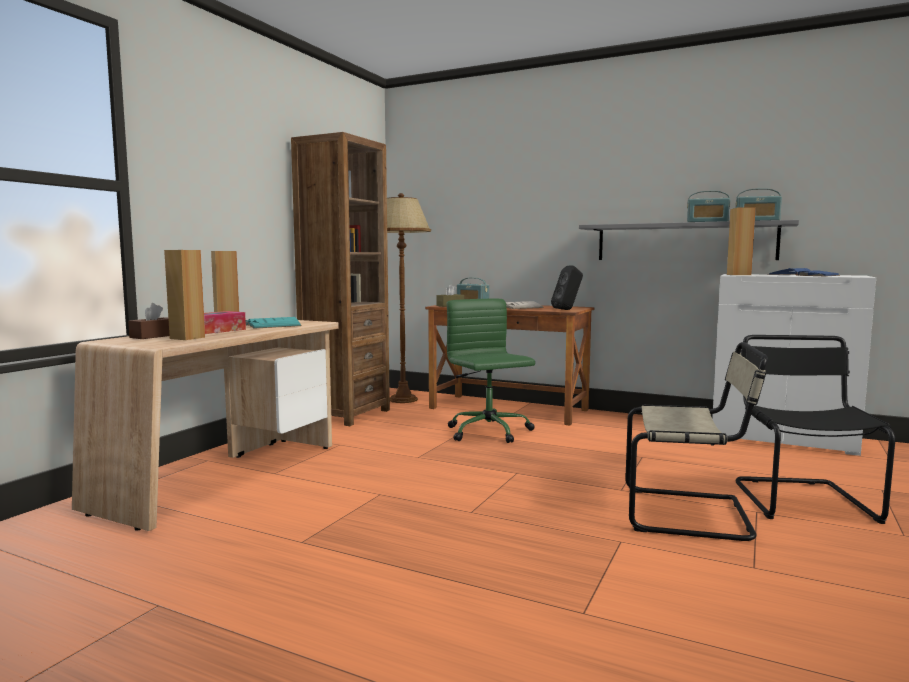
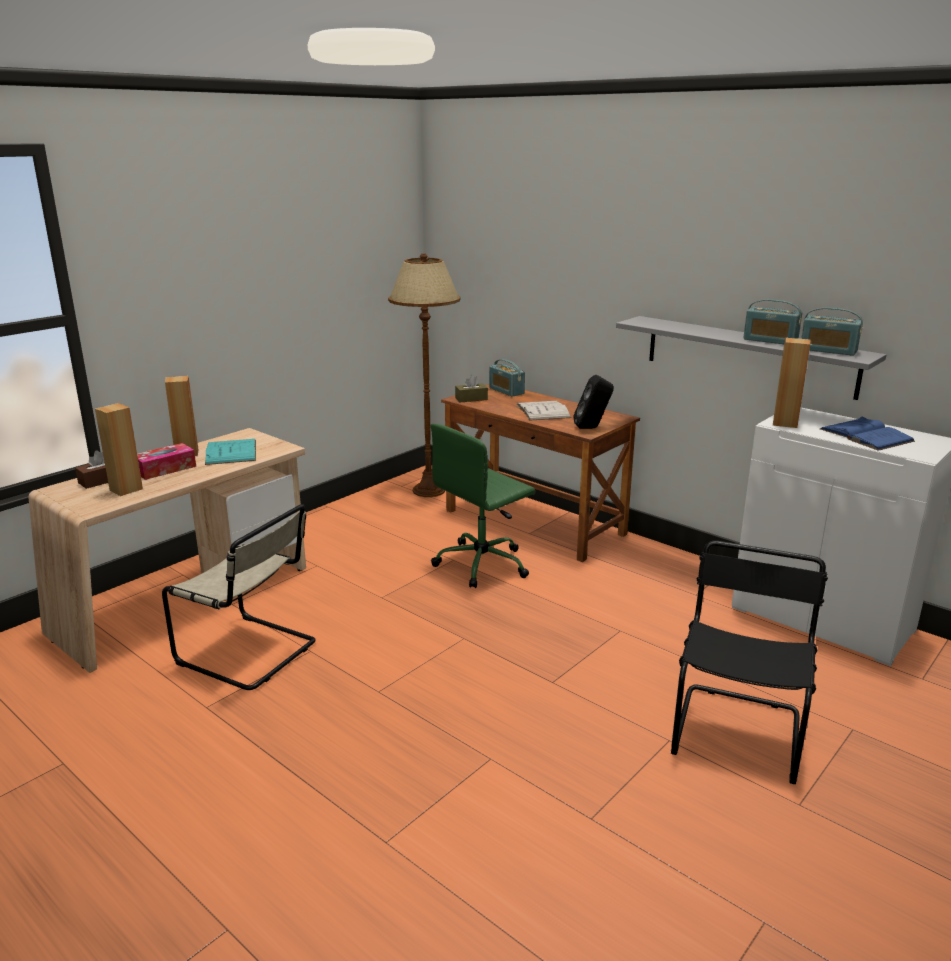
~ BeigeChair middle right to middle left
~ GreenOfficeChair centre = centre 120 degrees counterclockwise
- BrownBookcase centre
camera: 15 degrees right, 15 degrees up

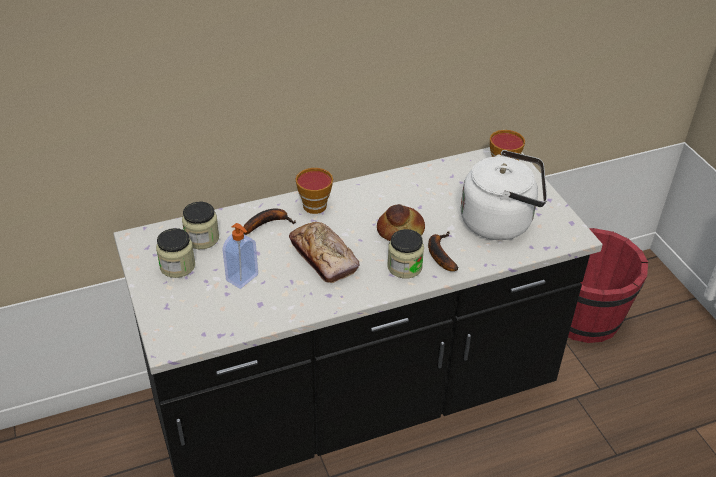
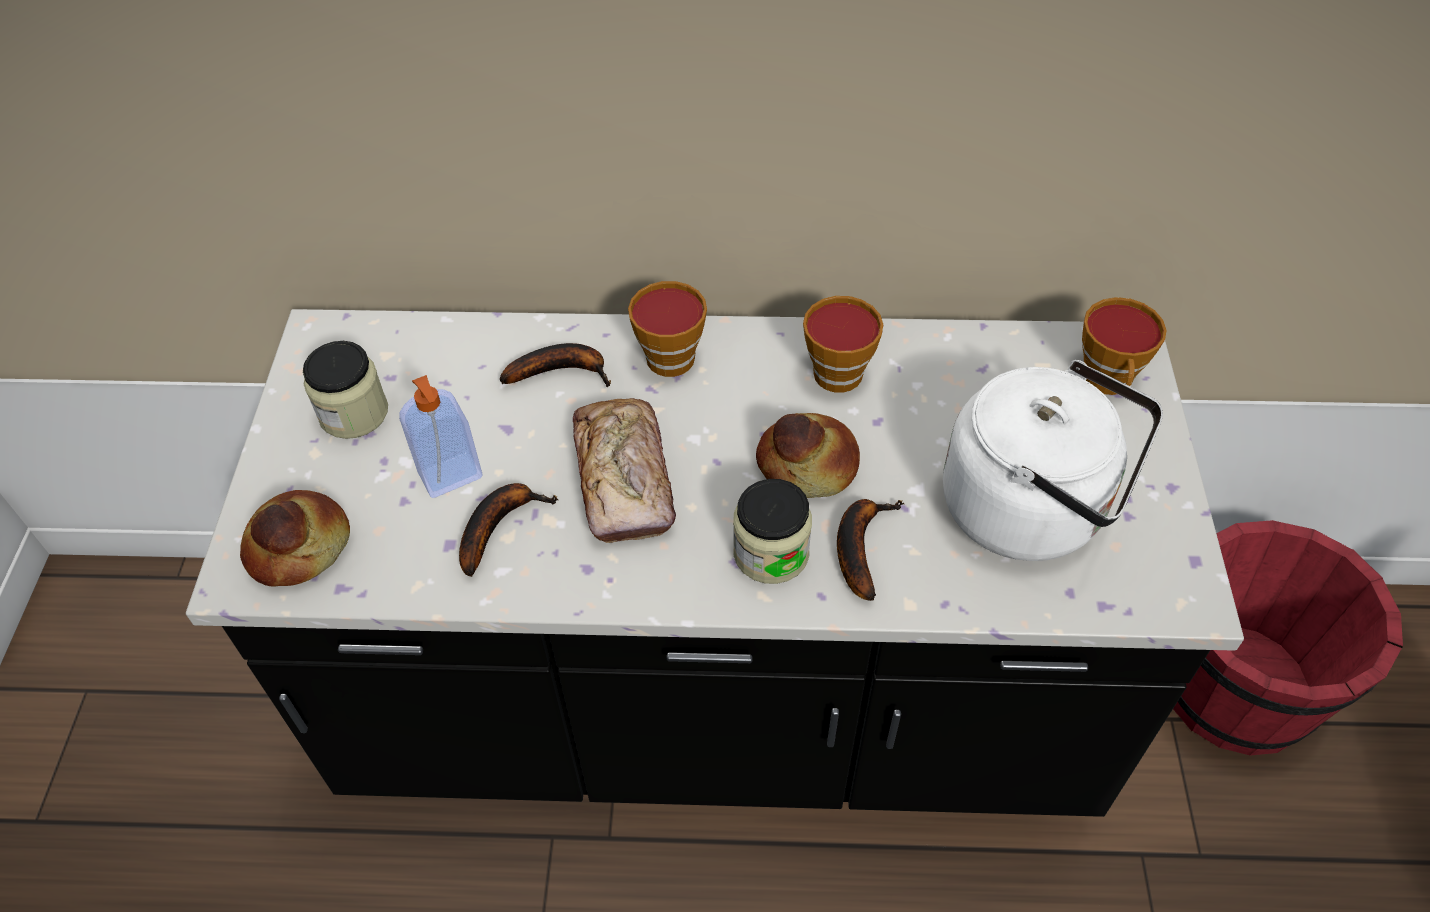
+ Bread (no. 1 from left) middle left
+ Banana (no. 1 from left) centre
+ Cup (no. 2 from left) centre
- Jar (no. 2 from left) middle left
camera: 25 degrees right, 10 degrees up

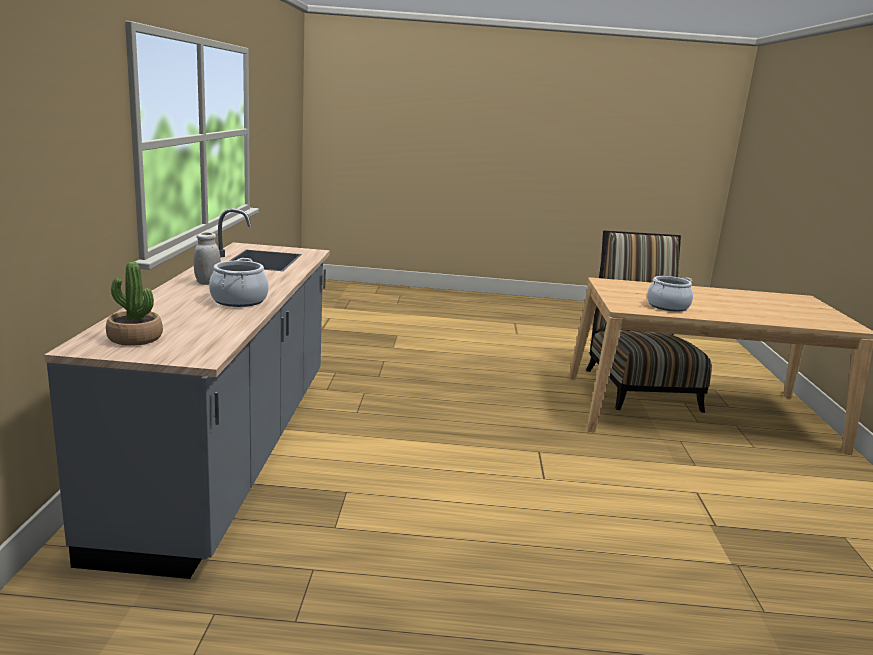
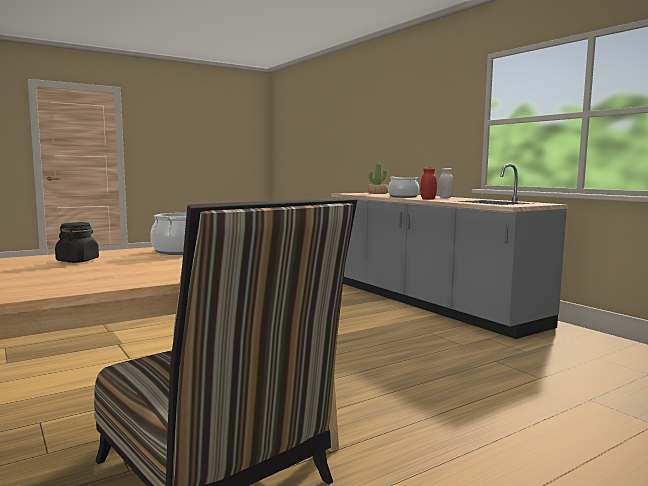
+ BlackJar middle left
+ RedJar centre
camera: 145 degrees right, 10 degrees down

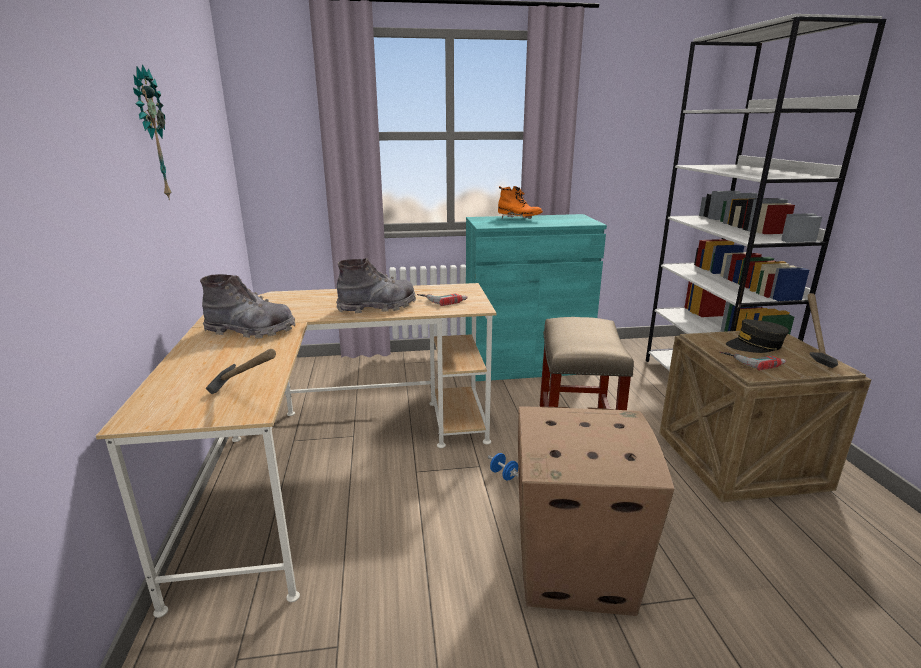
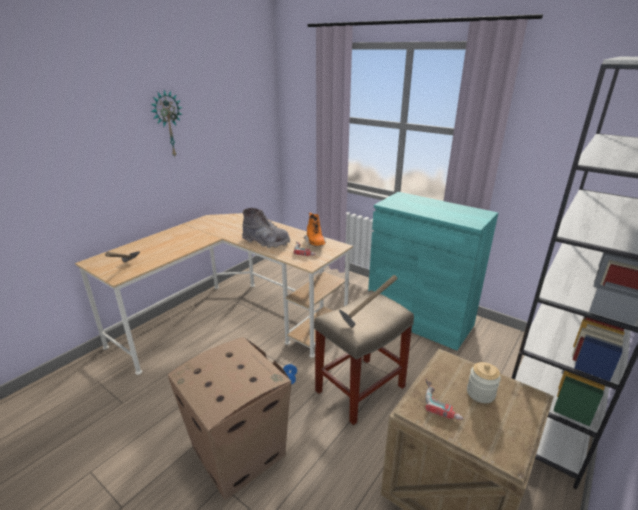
~ OrangeBoot top centre to centre
~ Hammer (no. 2 from left) middle right to centre
~ GreyCap middle right to Jar bottom right
- GreyBoot (no. 1 from left) middle left
camera: 45 degrees right, 5 degrees up

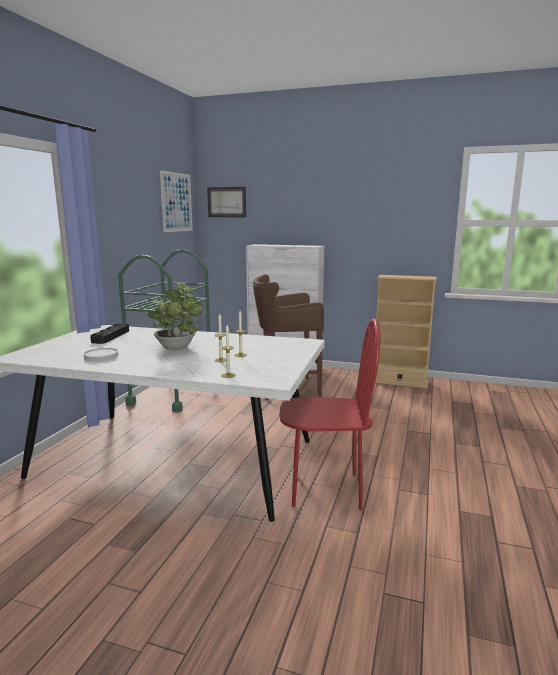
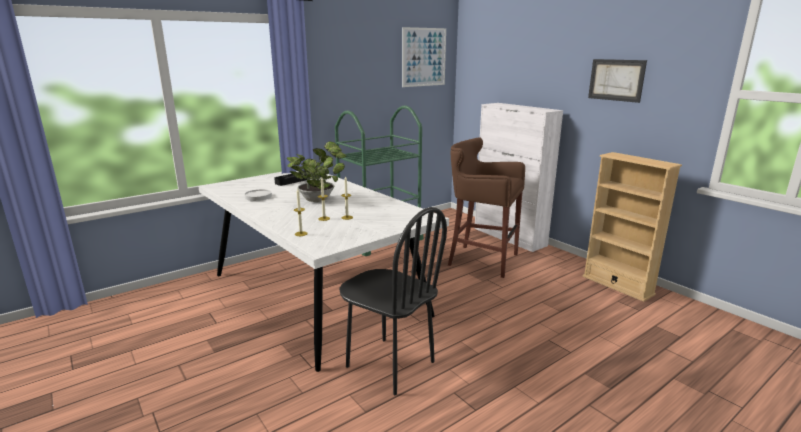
~ RedChair centre to BlackChair bottom centre
~ Picture (no. 2 from left) top centre to top right
camera: 35 degrees right, 5 degrees up

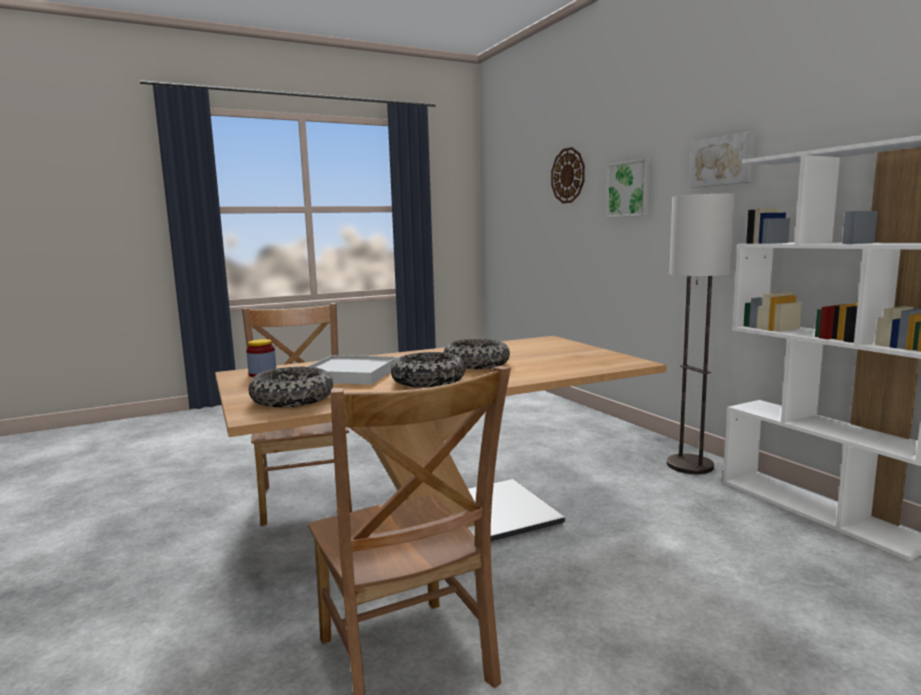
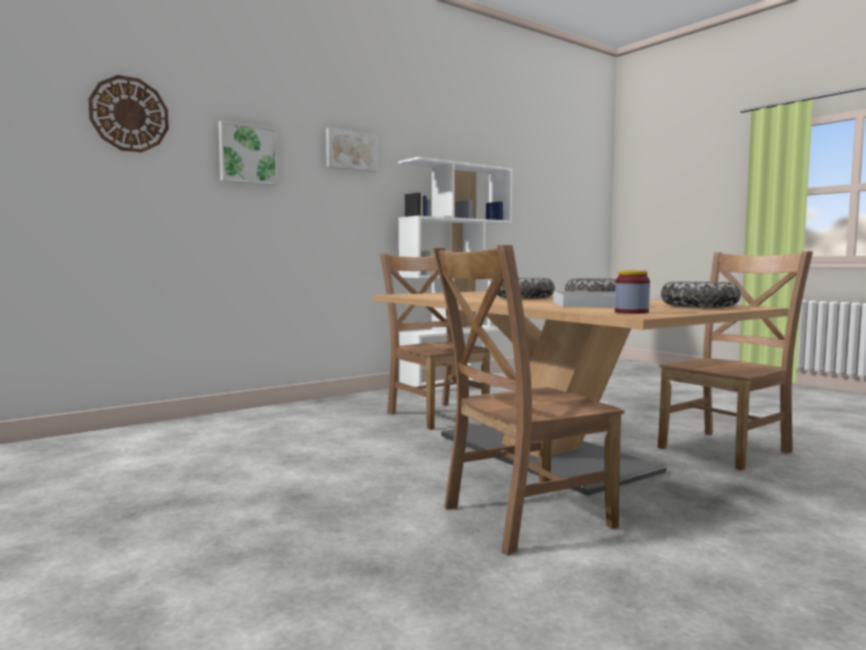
+ BrownChair (no. 1 from left) centre
- FloorLamp middle right
camera: 100 degrees left, 5 degrees down

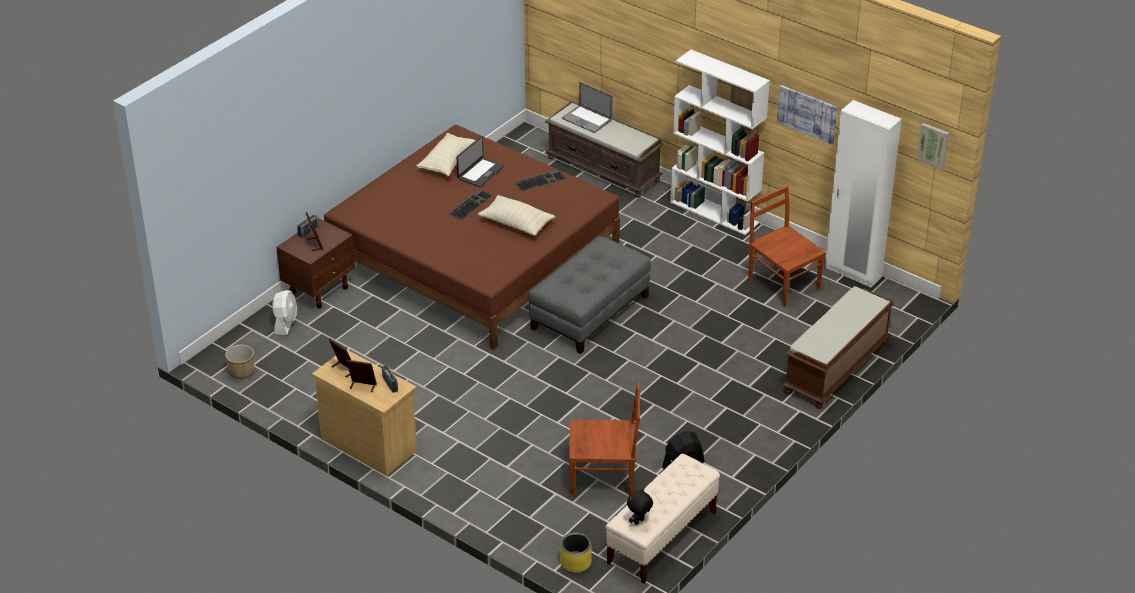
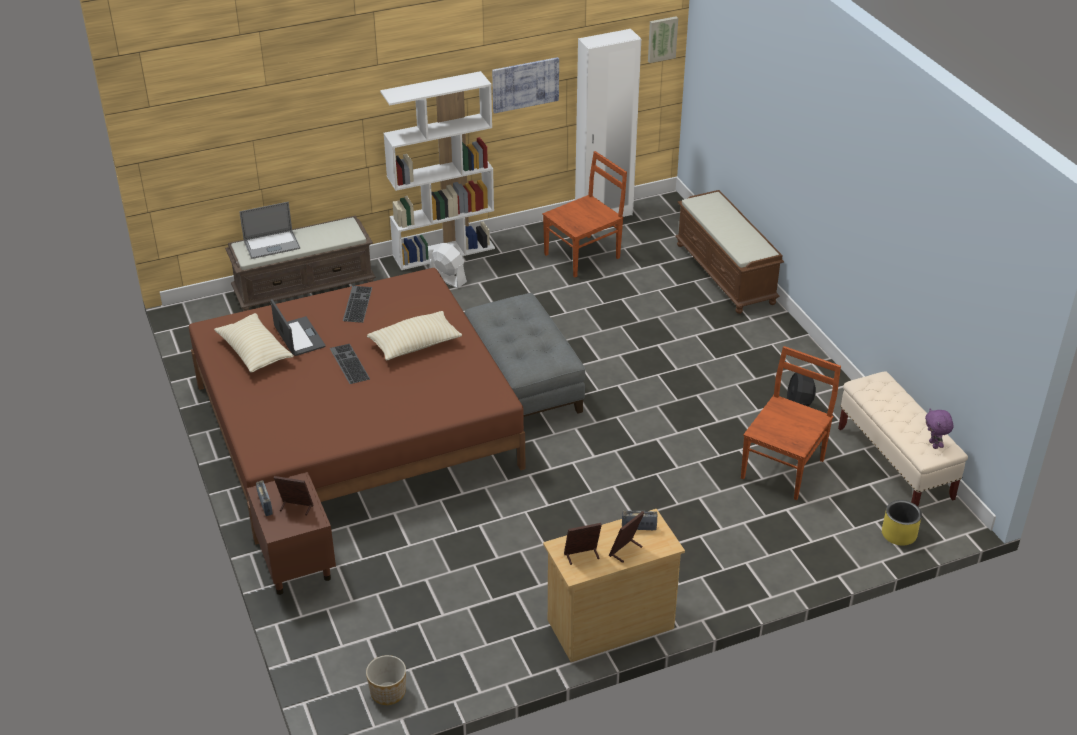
~ WhiteFan middle left to centre
~ BrownChair (no. 2 from left in the first image) middle right = top centre 150 degrees clockwise
~ BlackPlushToy bottom centre to PurplePlushToy middle right
camera: 60 degrees left, 0 degrees up

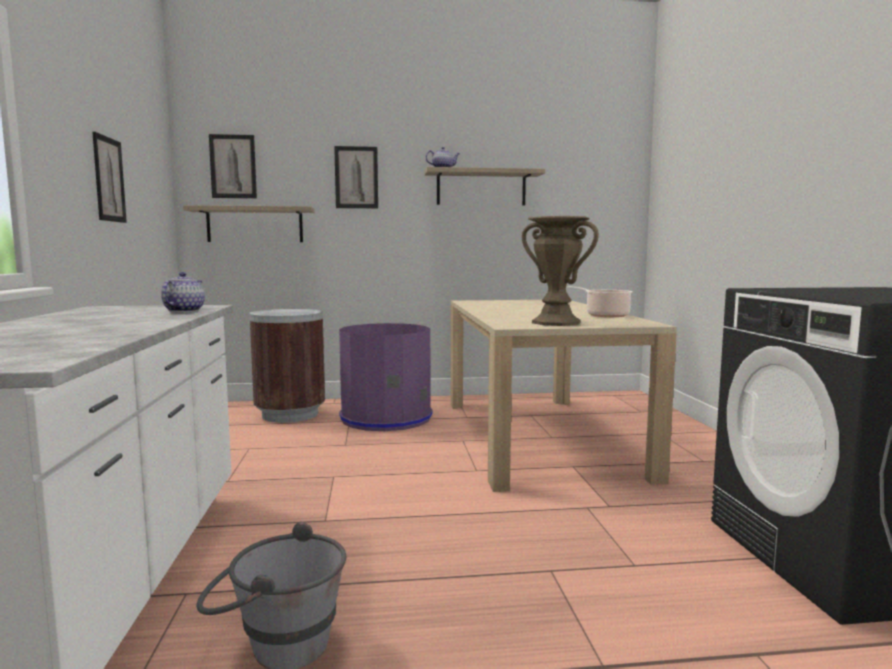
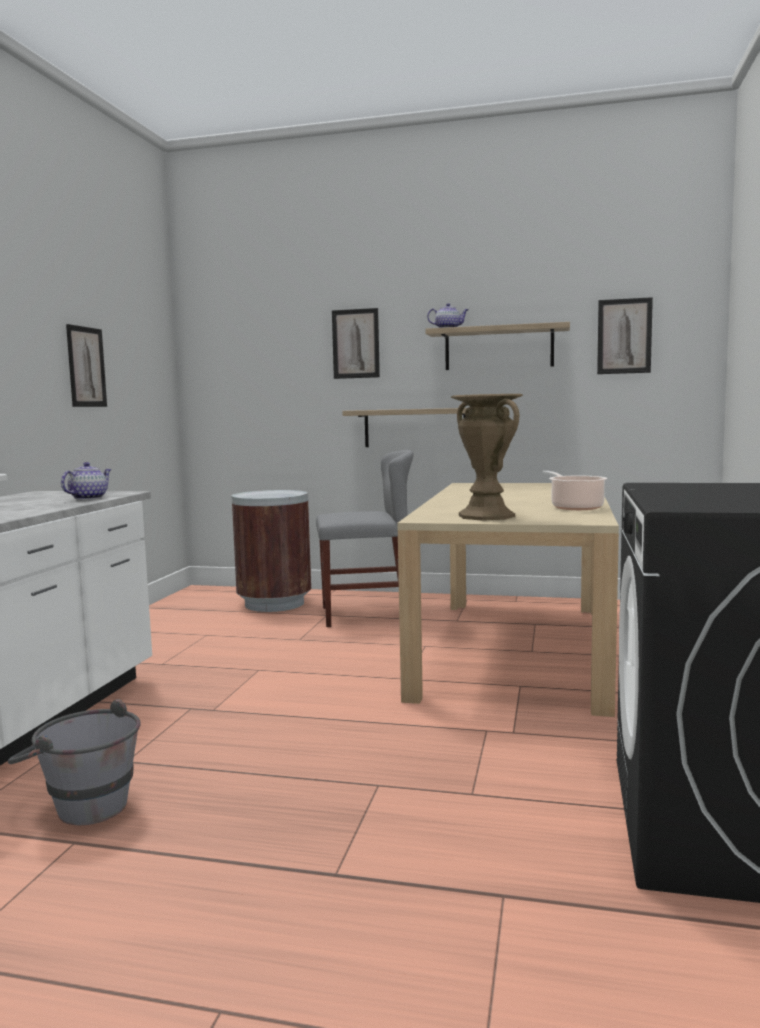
~ PurpleTrashCan centre to GreyChair centre
~ Shelf (no. 1 from left) middle left to centre
~ Picture (no. 2 from left in the first image) top left to Picture (no. 3 from left) top right
camera: 20 degrees right, 0 degrees up

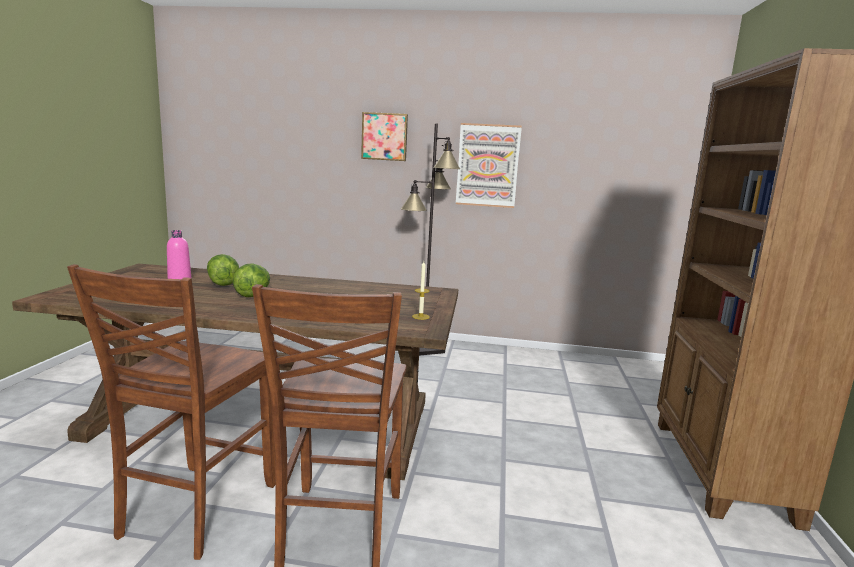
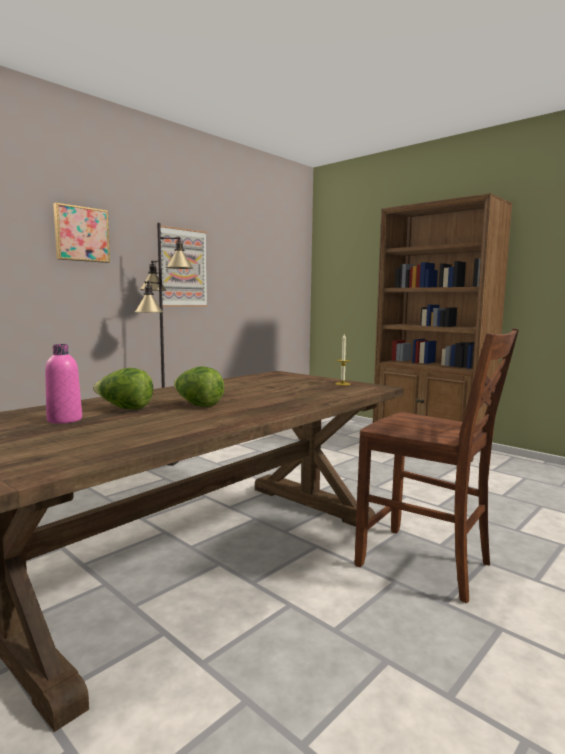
- BrownChair (no. 1 from left) bottom left
camera: 55 degrees left, 5 degrees down

